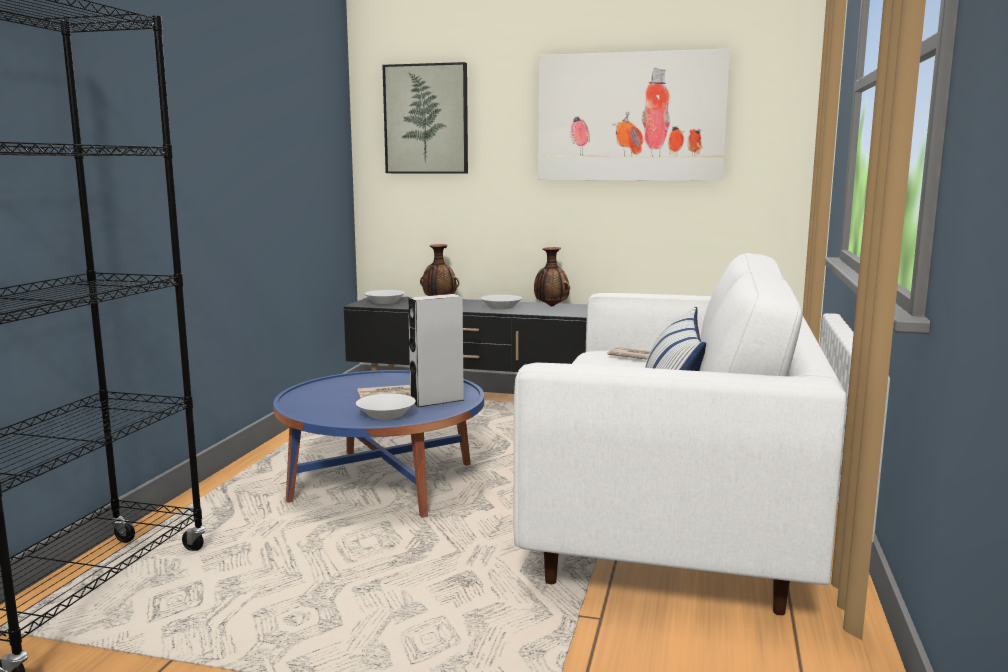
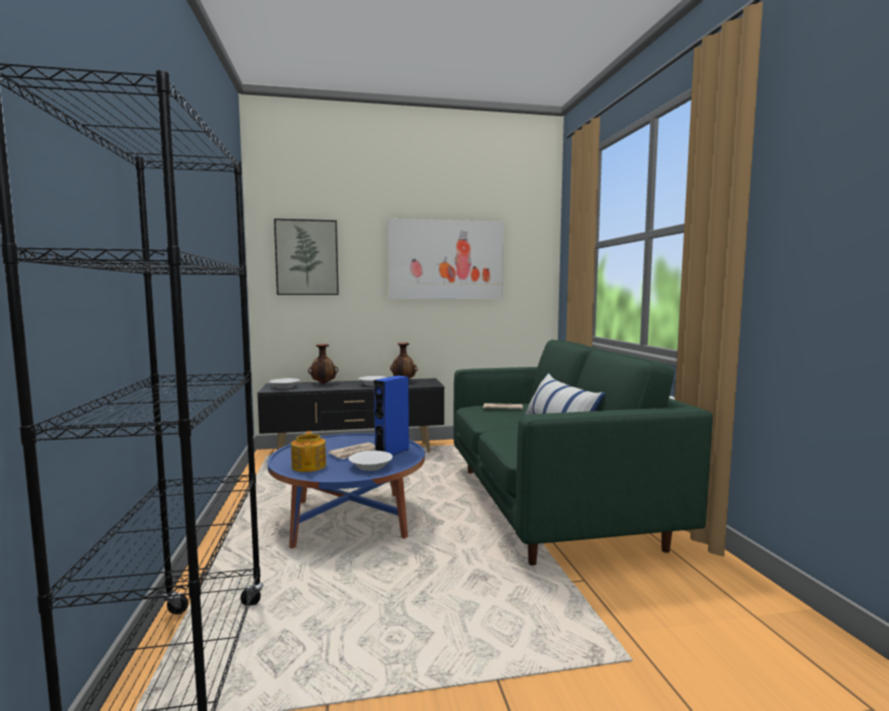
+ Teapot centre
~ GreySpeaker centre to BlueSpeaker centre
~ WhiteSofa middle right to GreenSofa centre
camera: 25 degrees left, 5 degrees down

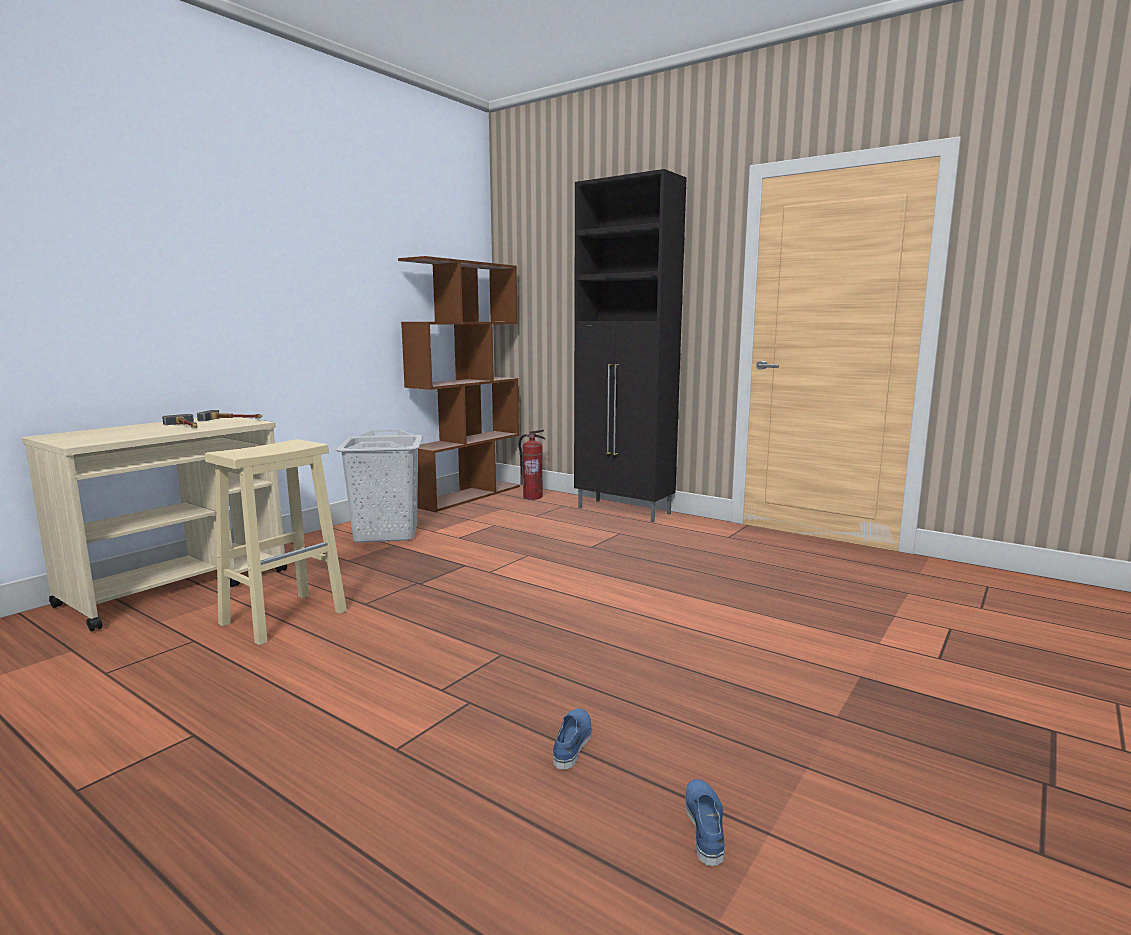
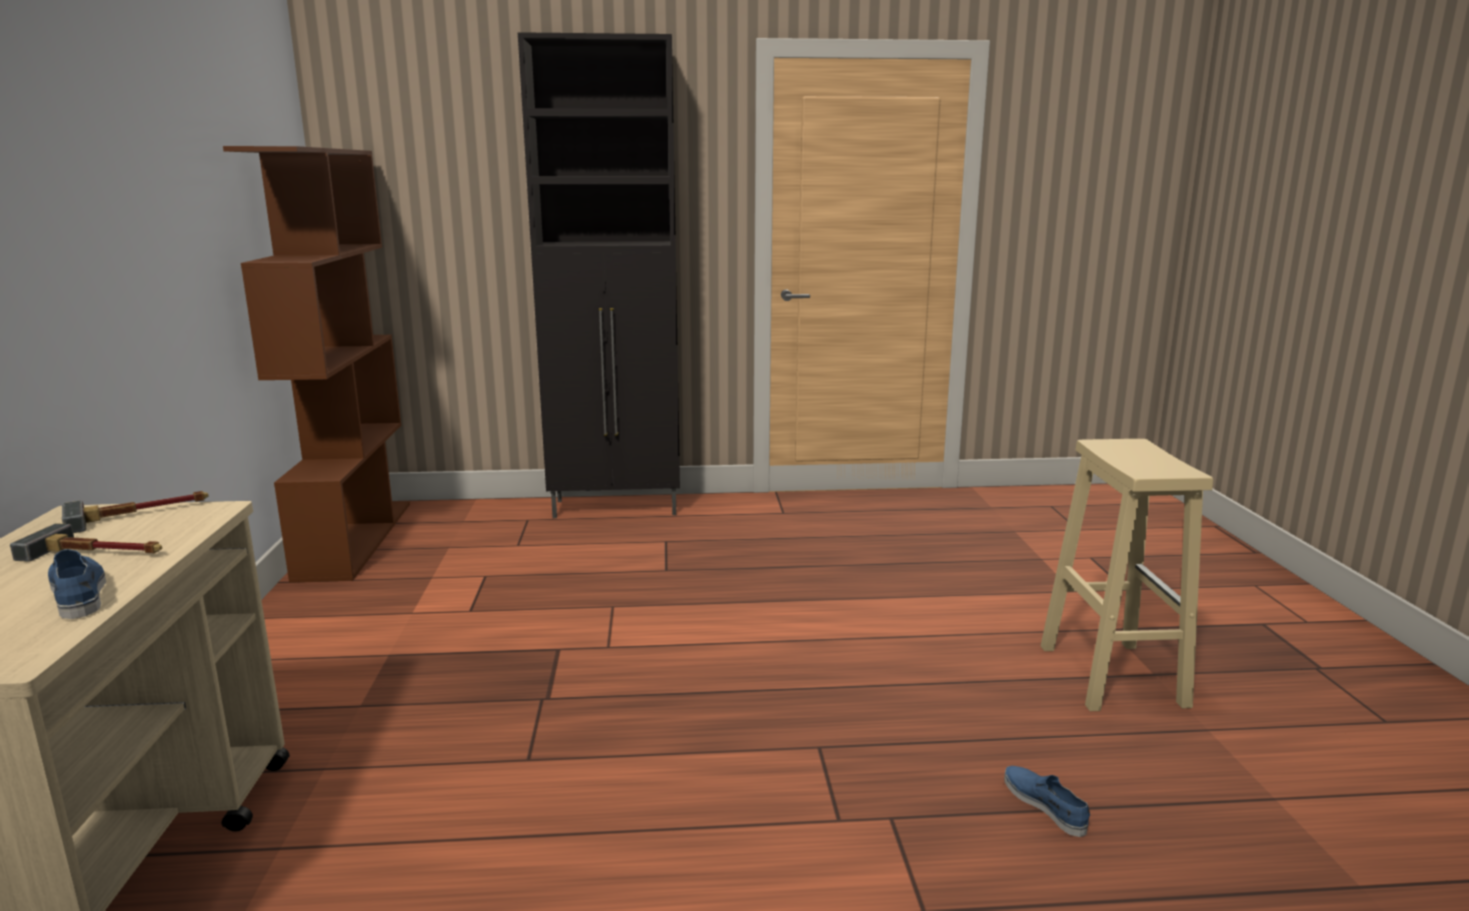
~ BlueShoe (no. 2 from left in the first image) bottom centre to BlueShoe (no. 1 from left) middle left
~ BeigeStool middle left to middle right
- GreyLaundryBasket centre
- FireExtinguisher centre
camera: 40 degrees left, 5 degrees up

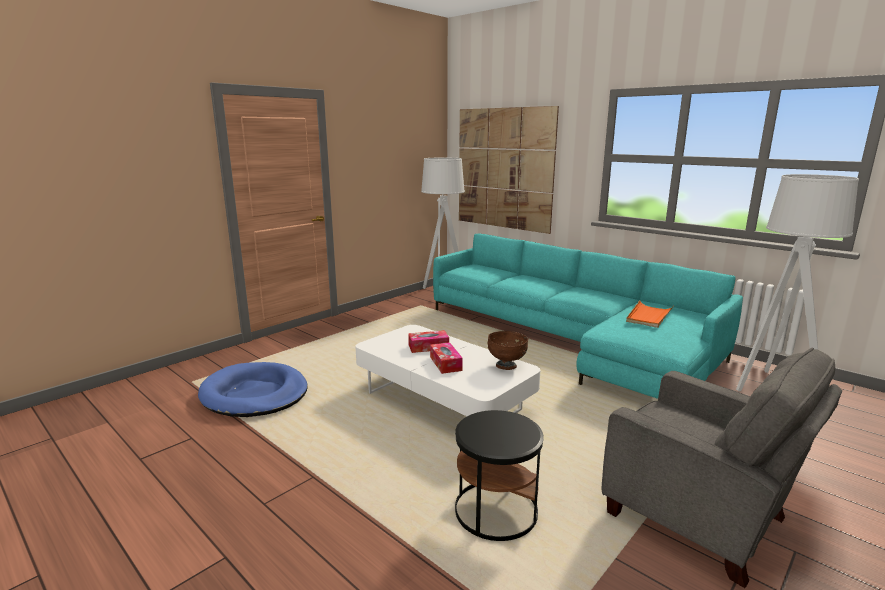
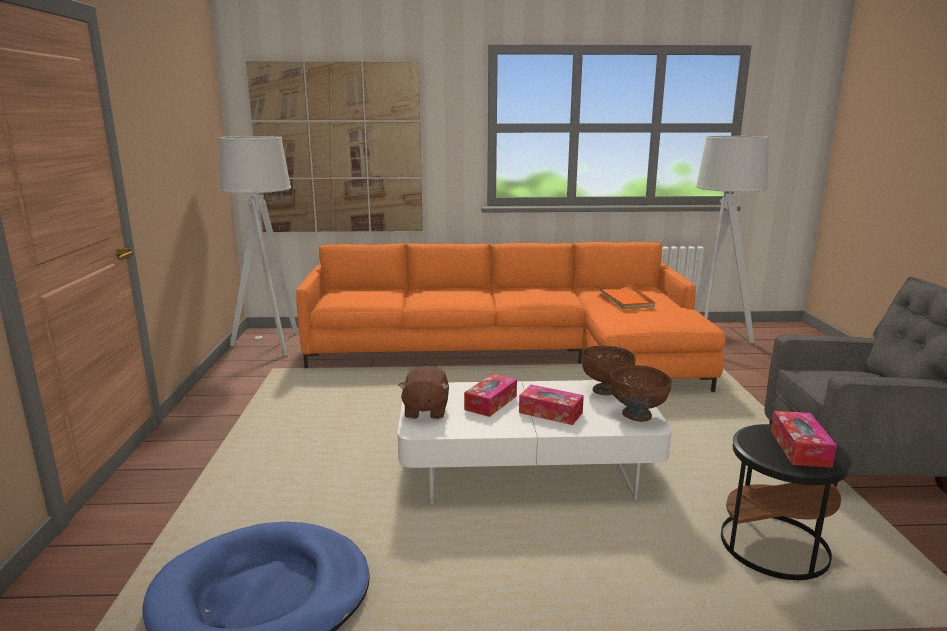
~ TurquoiseSofa centre to OrangeSofa centre
+ BrownPlushToy centre
+ BrownBowl (no. 2 from left) middle right
+ TissueBox (no. 3 from left) bottom right
camera: 45 degrees left, 0 degrees up

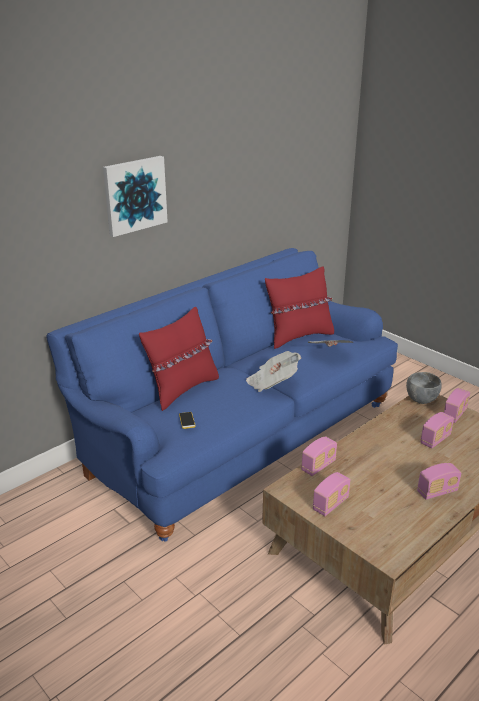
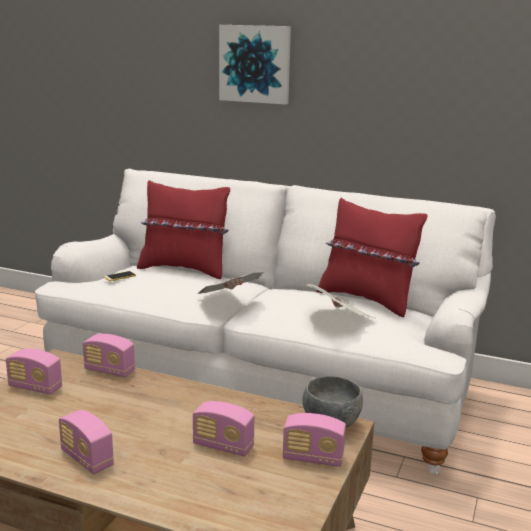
~ BlueSofa centre to WhiteSofa centre
camera: 65 degrees right, 10 degrees down

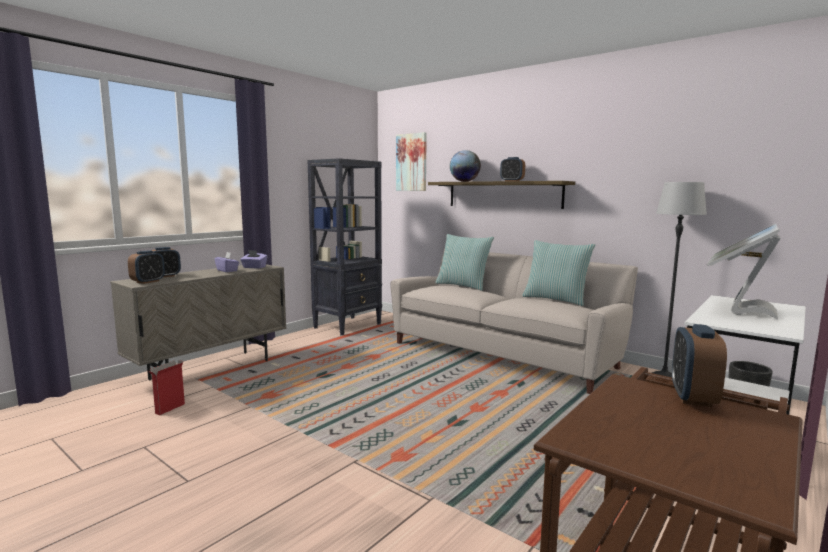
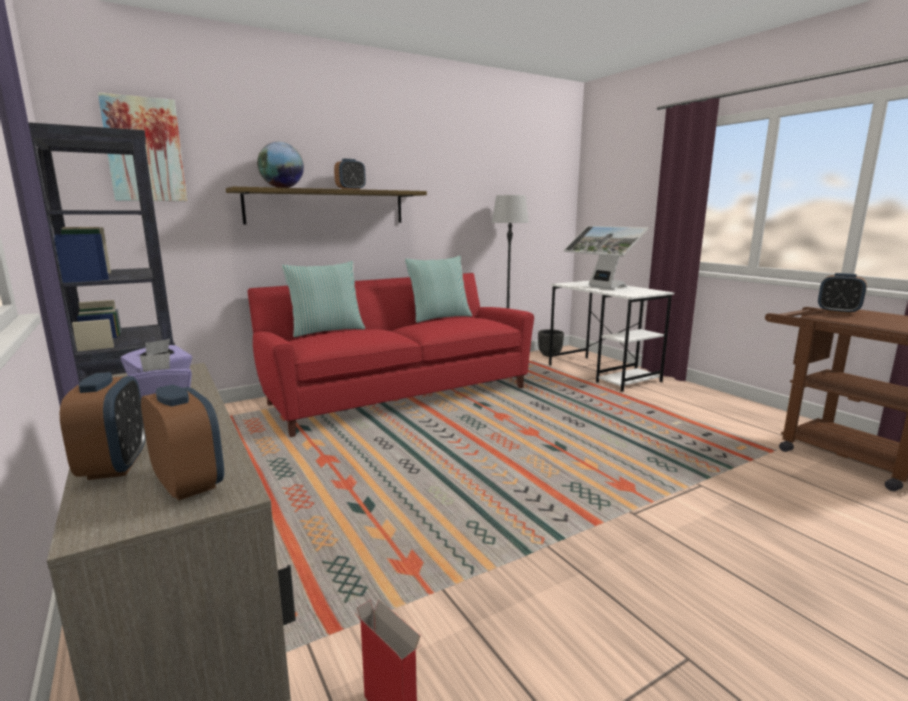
~ BeigeSofa centre to RedSofa centre
camera: 70 degrees left, 5 degrees up

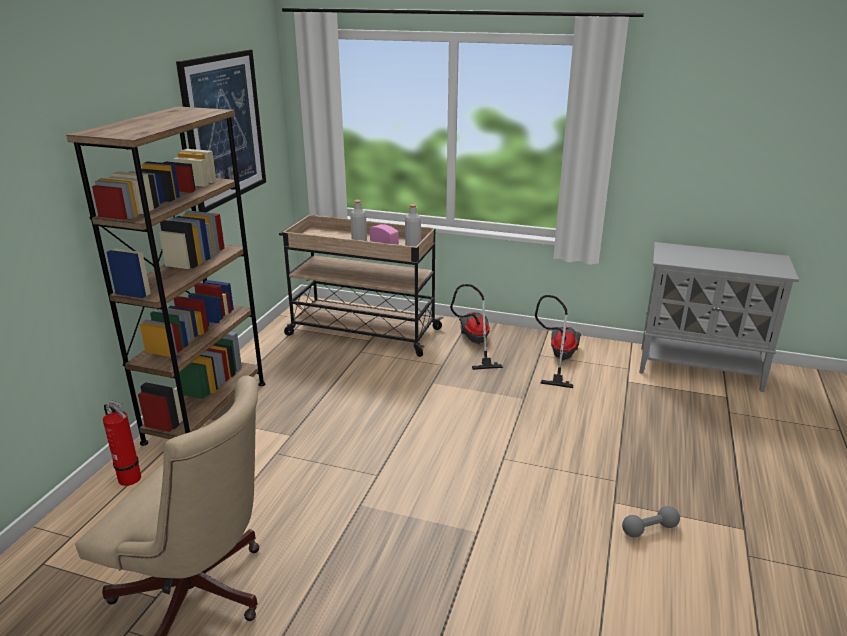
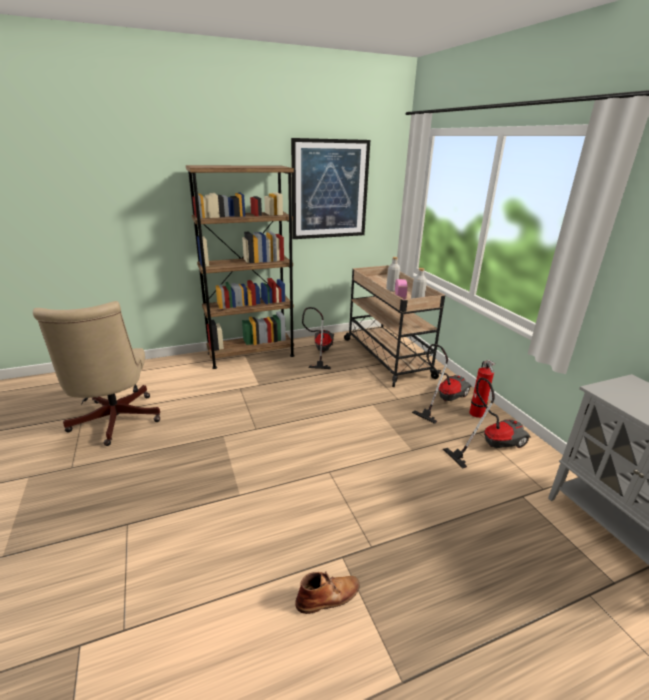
~ GreyDumbbell bottom right to BrownBoot bottom centre
+ VacuumCleaner (no. 1 from left) centre
~ FireExtinguisher bottom left to middle right
camera: 50 degrees right, 0 degrees up

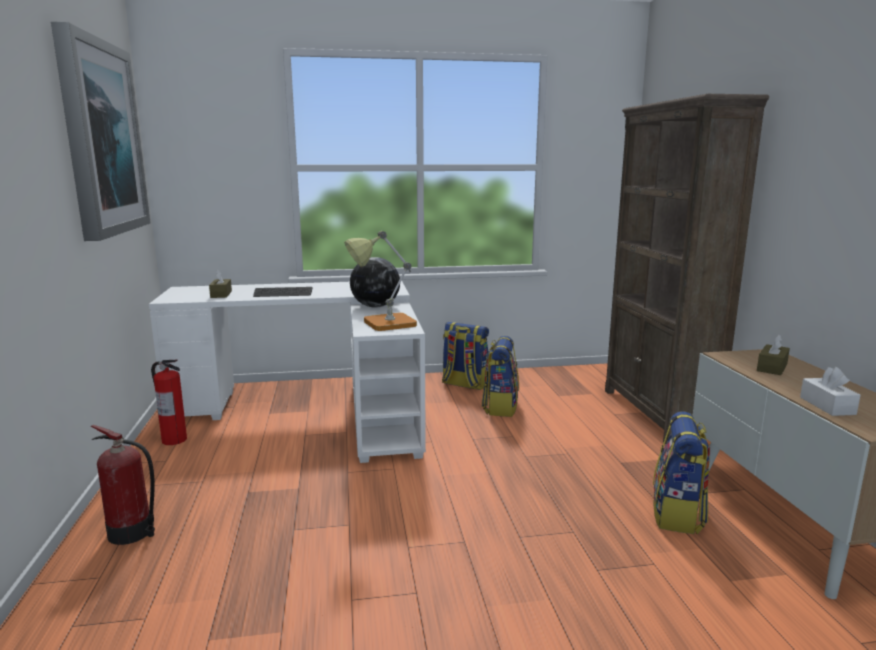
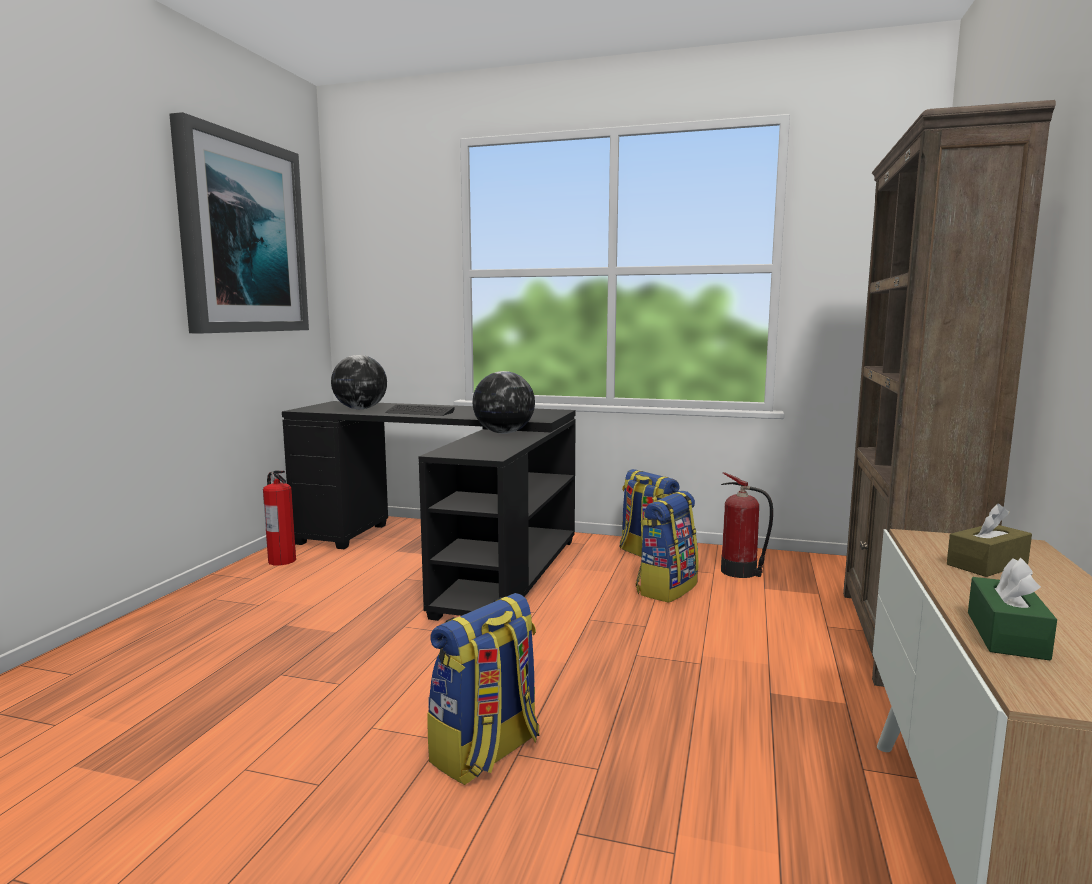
~ WhiteDesk middle left to BlackDesk centre
~ BrownTissueBox (no. 1 from left) middle left to Globe (no. 1 from left) middle left
~ Backpack (no. 3 from left in the first image) bottom right to Backpack (no. 1 from left) bottom centre
~ FireExtinguisher (no. 1 from left in the first image) bottom left to FireExtinguisher (no. 2 from left) middle right
~ WhiteTissueBox middle right to GreenTissueBox bottom right
- TableLamp centre
camera: 25 degrees right, 5 degrees down

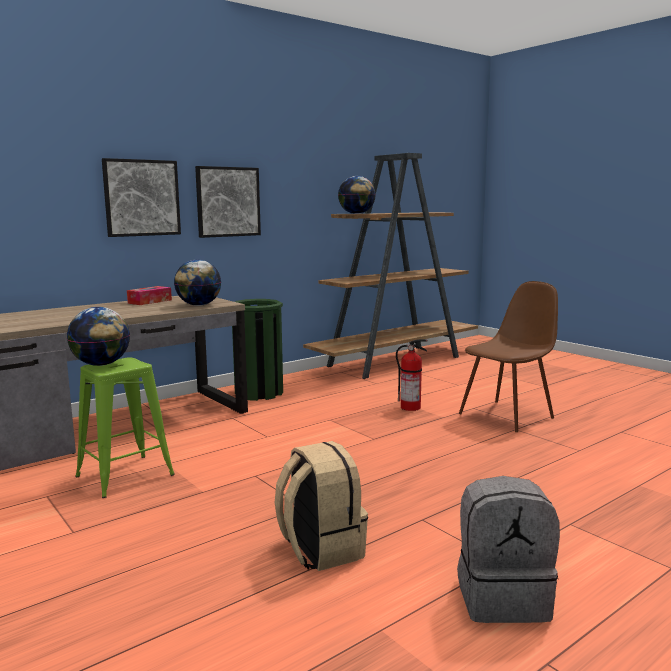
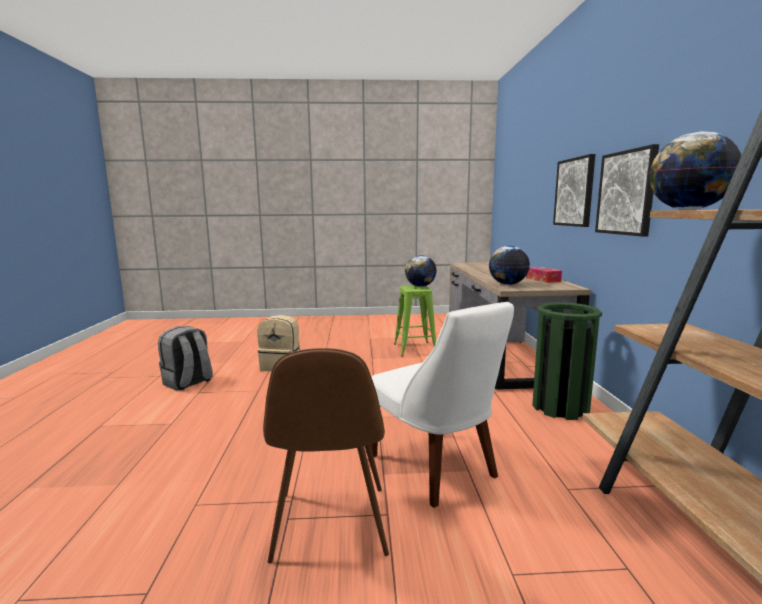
~ FireExtinguisher centre to WhiteChair bottom centre
camera: 125 degrees right, 0 degrees up

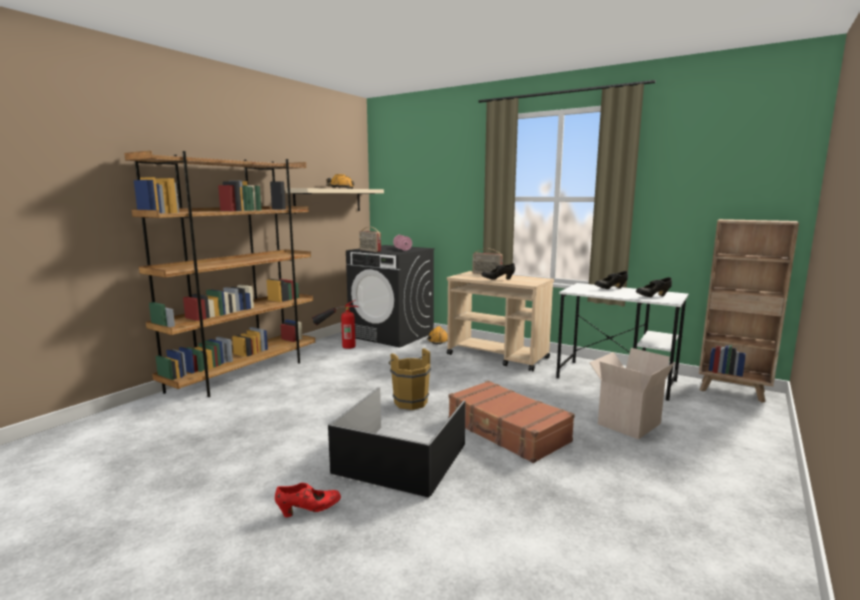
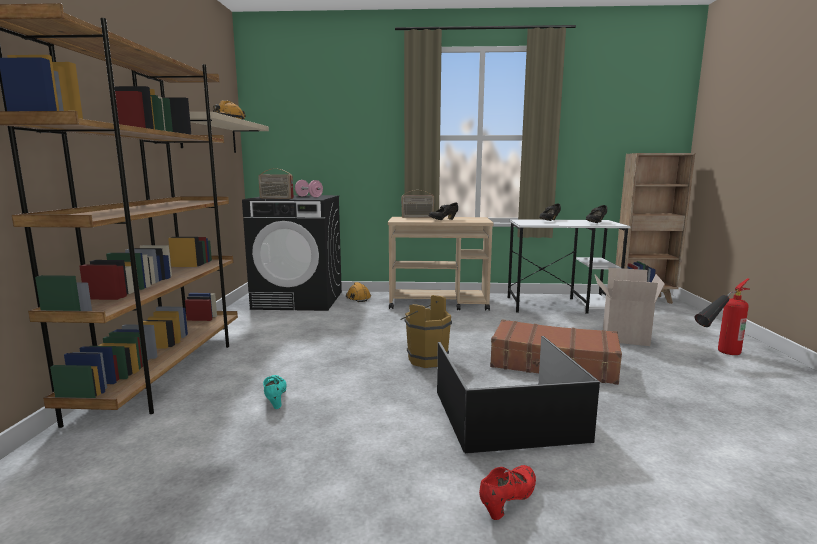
+ TurquoiseShoe bottom centre
~ FireExtinguisher centre to middle right
camera: 30 degrees left, 0 degrees up

